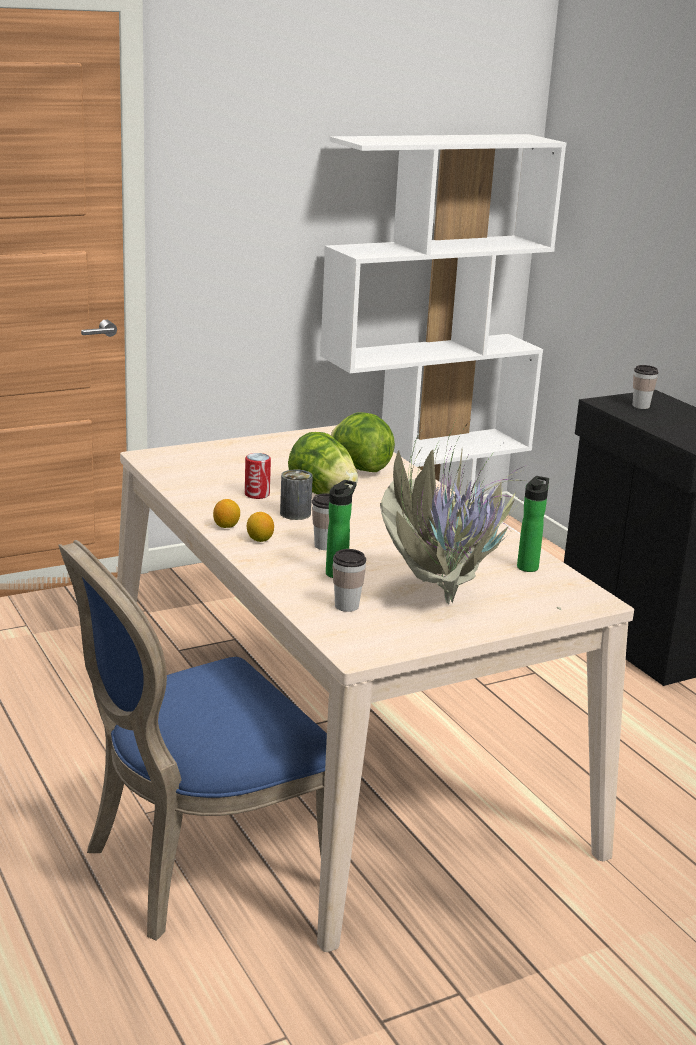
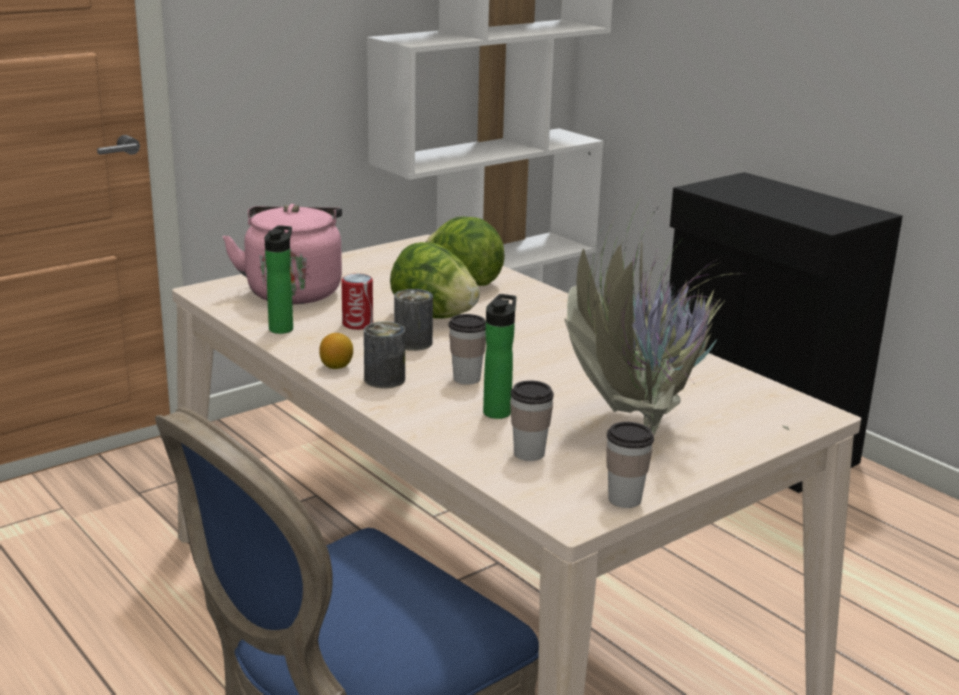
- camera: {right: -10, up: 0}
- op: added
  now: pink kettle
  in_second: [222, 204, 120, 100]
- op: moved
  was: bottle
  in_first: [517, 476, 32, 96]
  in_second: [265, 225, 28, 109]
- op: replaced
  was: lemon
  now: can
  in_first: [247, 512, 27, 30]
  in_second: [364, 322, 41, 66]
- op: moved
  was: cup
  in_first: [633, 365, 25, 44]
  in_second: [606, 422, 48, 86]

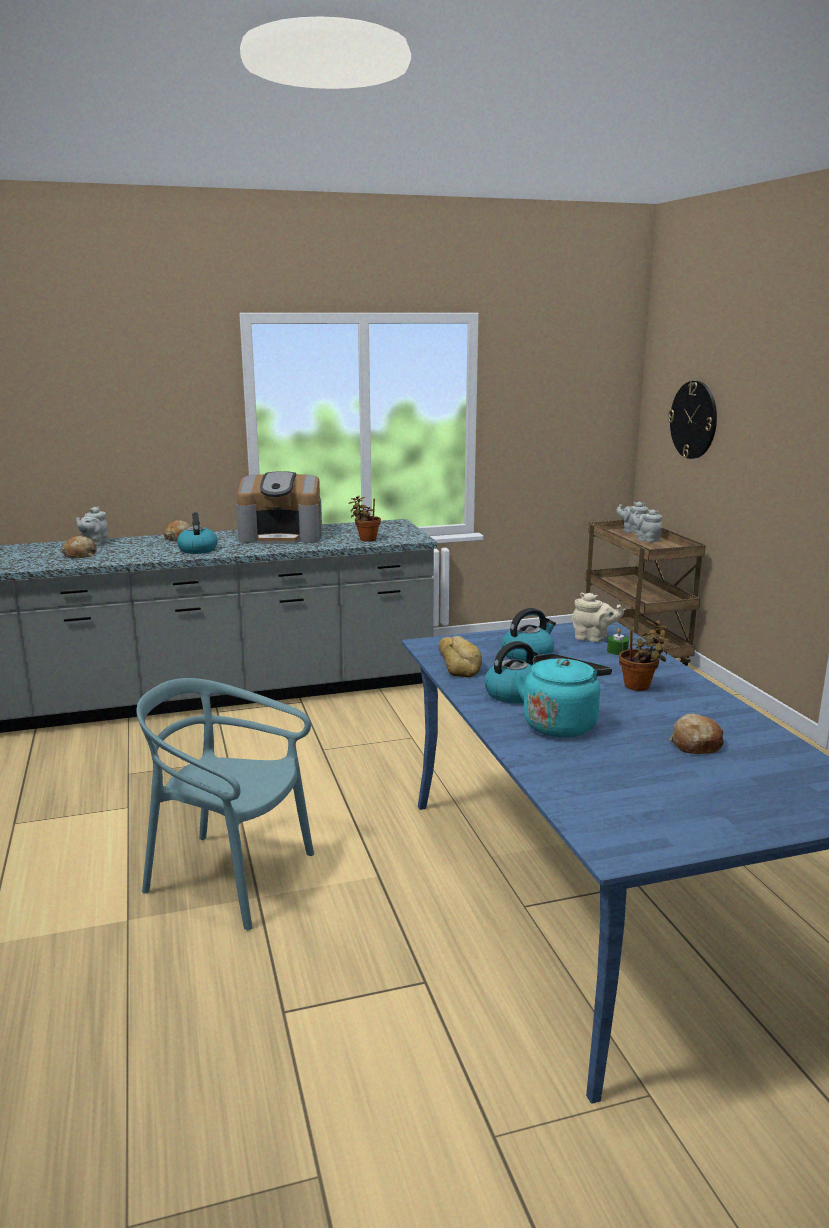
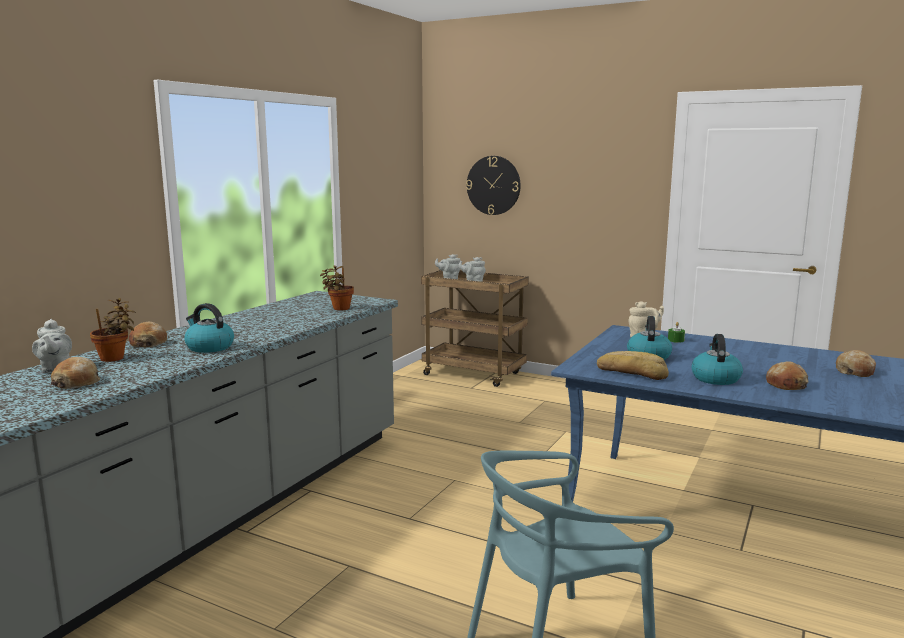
- camera: {right: -45, up: -5}
- op: moved
  was: potted plant
  in_first: [619, 620, 53, 71]
  in_second: [90, 298, 46, 64]
- op: replaced
  was: turquoise kettle
  now: bread
  in_first: [514, 653, 98, 85]
  in_second: [766, 362, 42, 28]
- op: removed
  was: coffee machine
  in_first: [236, 471, 86, 73]

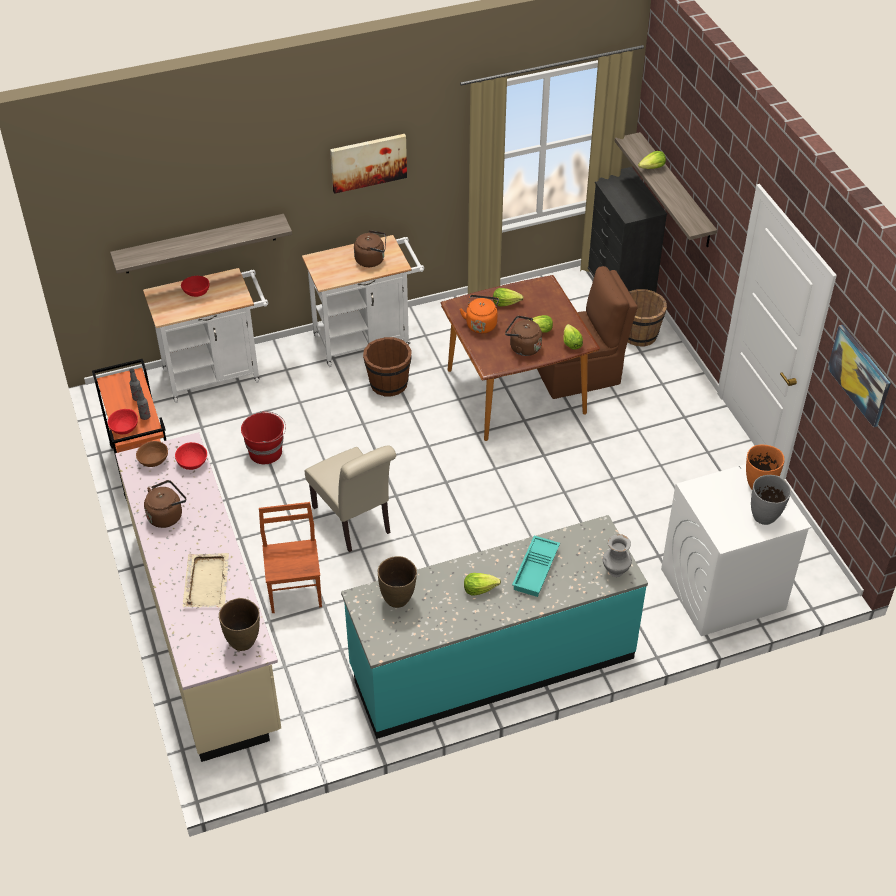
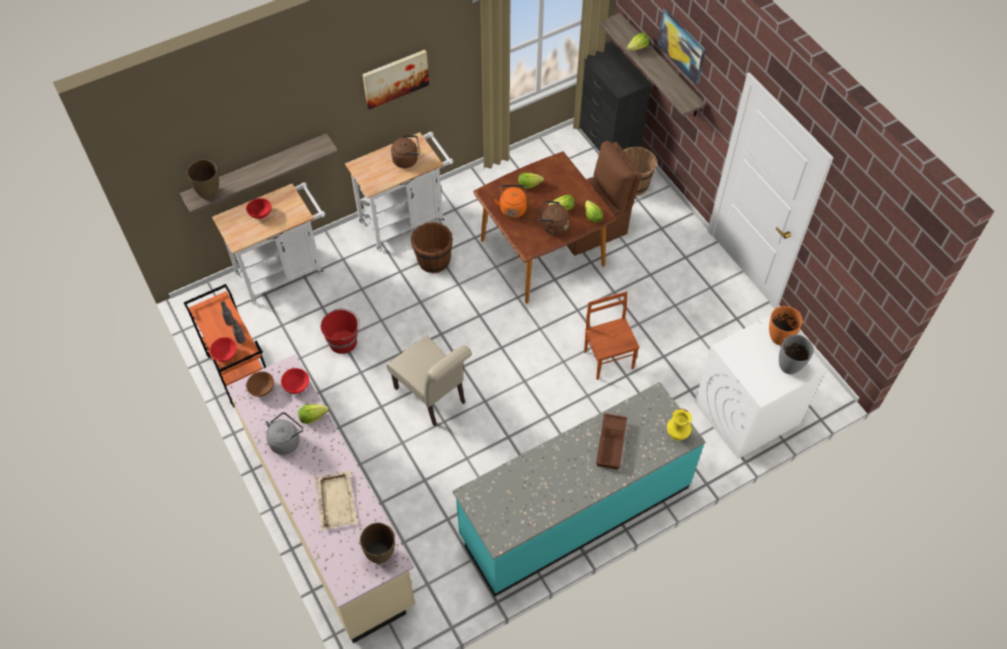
- camera: {right: -10, up: 10}
- op: moved
  was: brown vase
  in_first: [378, 556, 39, 52]
  in_second: [187, 159, 32, 40]
- op: recoloured
  was: brown kettle
  now: grey kettle
  in_first: [144, 480, 42, 48]
  in_second: [266, 412, 37, 43]
- op: moved
  was: lettuce
  in_first: [464, 573, 37, 23]
  in_second: [298, 404, 31, 20]
- op: moved
  was: brown chair
  in_first: [259, 502, 63, 111]
  in_second: [584, 291, 56, 89]
- op: recoloured
  was: turquoise tray
  now: brown tray
  in_first: [512, 535, 48, 62]
  in_second: [596, 413, 31, 57]
- op: moved
  was: picture
  in_first: [827, 325, 64, 102]
  in_second: [658, 9, 47, 76]
- op: recoloured
  was: grey vase
  now: yellow vase
  in_first: [603, 534, 29, 43]
  in_second: [667, 409, 25, 32]

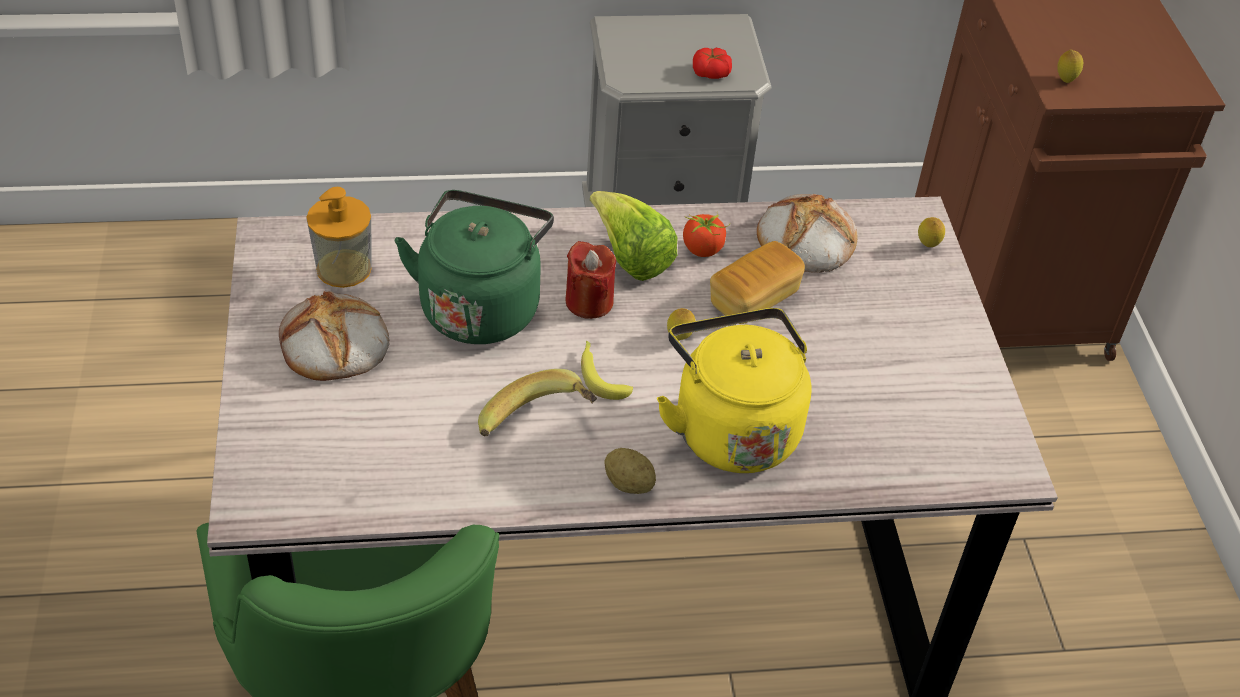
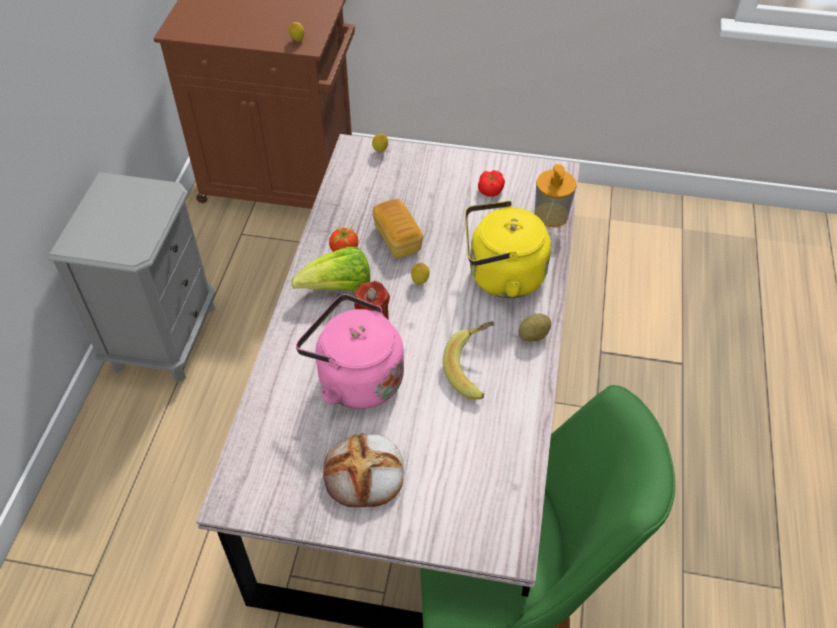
- camera: {right: -70, up: 5}
- op: recoloured
  was: green kettle
  now: pink kettle
  in_first: [395, 190, 159, 154]
  in_second: [296, 294, 108, 115]
- op: moved
  was: tomato
  in_first: [693, 48, 39, 31]
  in_second: [478, 170, 27, 27]
- op: moved
  was: soap dispenser
  in_first: [307, 187, 65, 101]
  in_second: [534, 164, 43, 63]
- op: removed
  was: banana
  in_first: [581, 341, 52, 59]
- op: removed
  was: bread
  in_first: [757, 194, 100, 79]

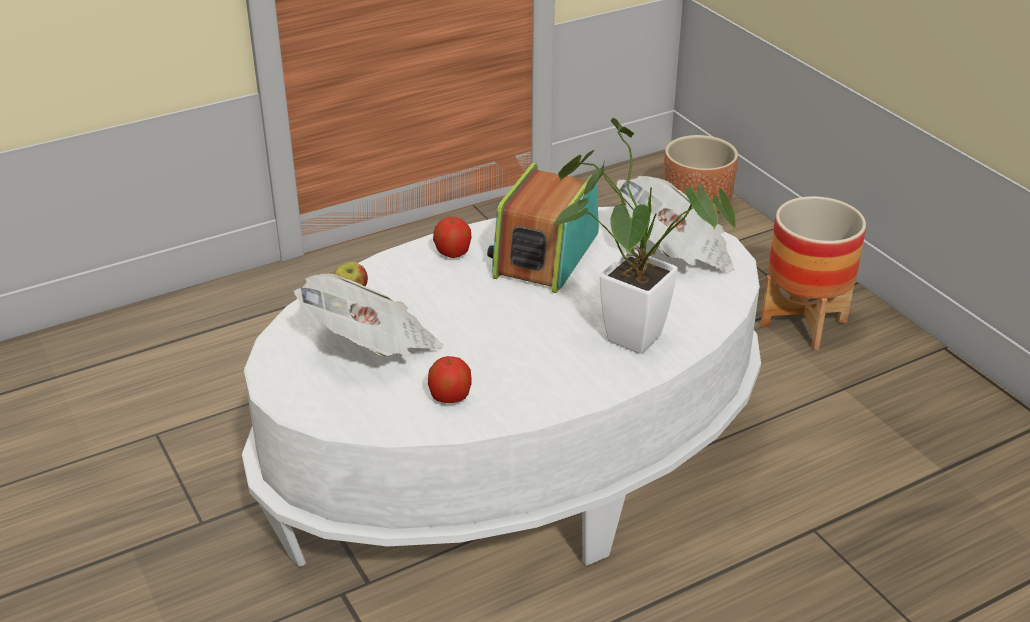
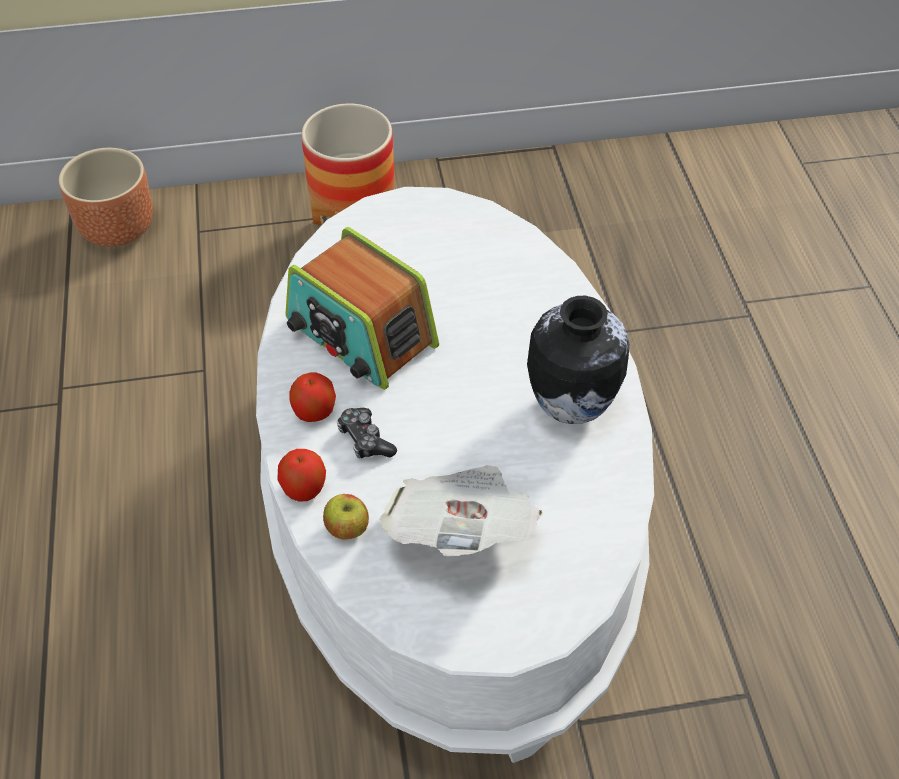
- camera: {right: -70, up: 15}
- op: moved
  was: apple
  in_first: [428, 356, 44, 47]
  in_second: [278, 449, 48, 53]
- op: added
  now: game controller
  in_second: [337, 408, 60, 51]
- op: added
  now: vase
  in_second: [527, 296, 102, 128]
- op: removed
  was: potted plant
  in_first: [550, 118, 187, 236]
- op: removed
  was: newspaper
  in_first: [617, 176, 118, 96]

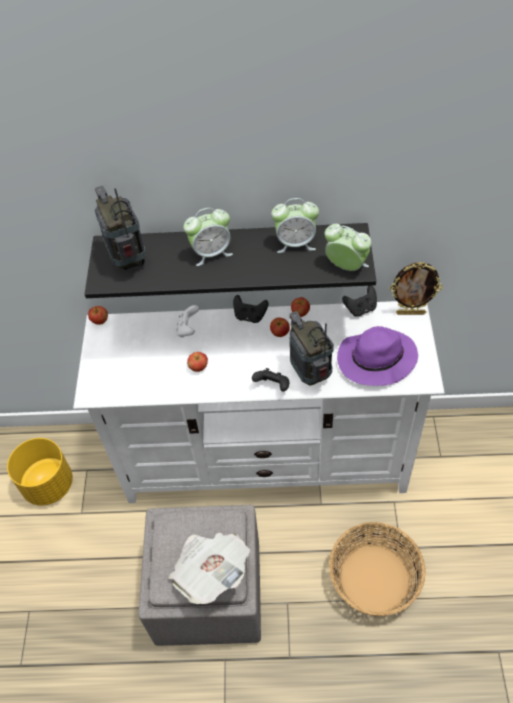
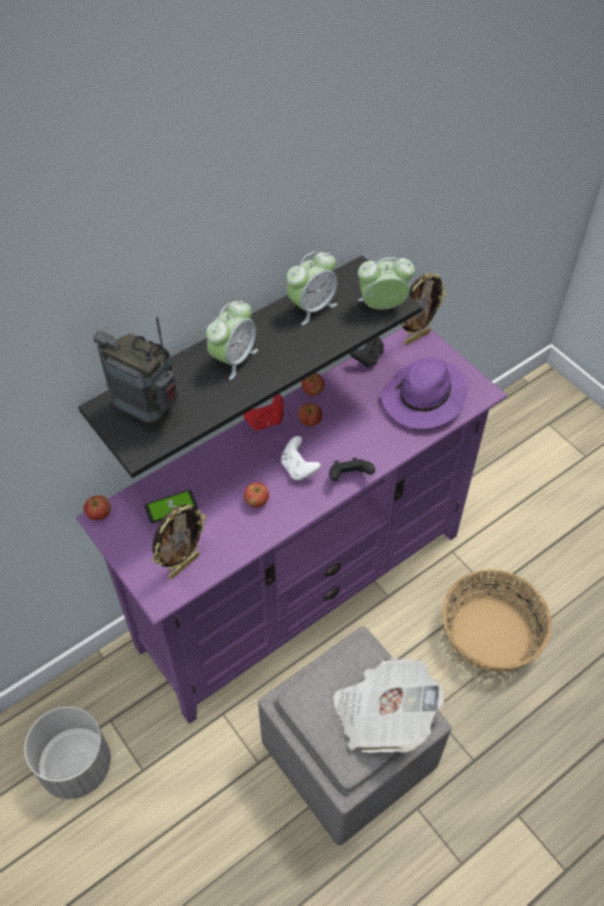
- camera: {right: -40, up: 0}
- op: recoloured
  was: yellow planter
  now: grey planter
  in_first: [7, 438, 66, 68]
  in_second: [24, 707, 87, 92]
- op: recoloured
  was: white tv stand
  now: purple tv stand
  in_first: [73, 301, 372, 202]
  in_second: [76, 326, 432, 398]
- op: added
  now: phone
  in_second: [144, 490, 54, 33]
- op: added
  now: picture frame
  in_second: [152, 504, 55, 75]
- op: recoloured
  was: black game controller
  now: red game controller
  in_first: [233, 295, 35, 28]
  in_second: [243, 394, 41, 36]
- op: moved
  was: white game controller
  in_first: [175, 305, 24, 32]
  in_second: [281, 436, 40, 45]
- op: removed
  was: radio
  in_first: [289, 311, 45, 75]

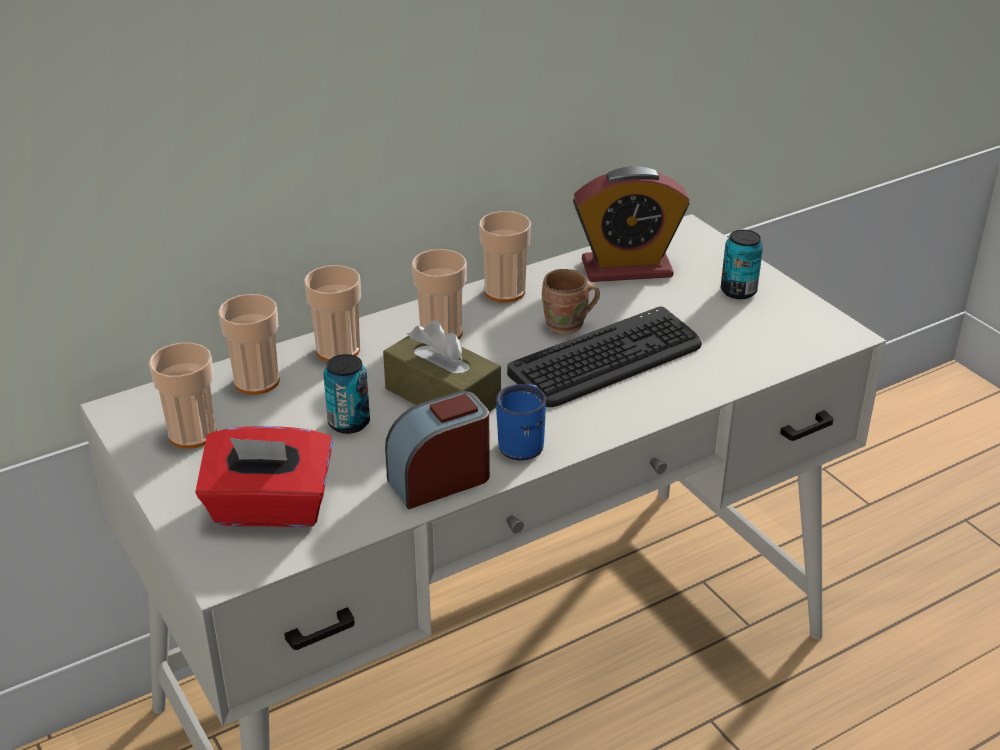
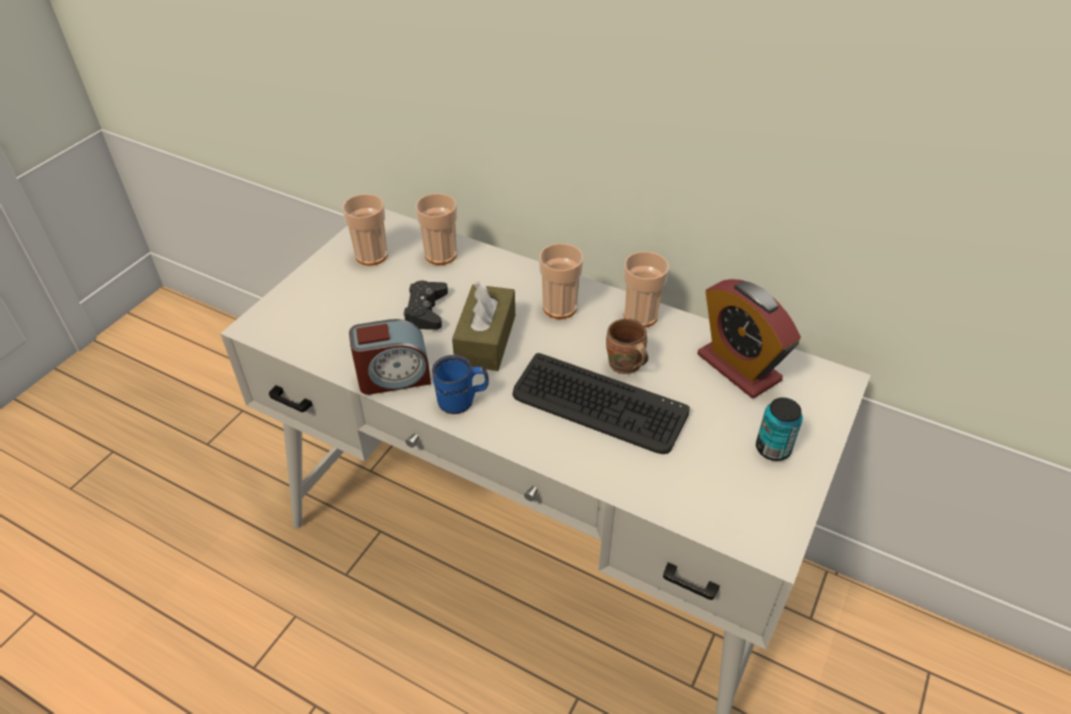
- camera: {right: 60, up: 10}
- op: turned
  was: alarm clock
  in_first: [385, 391, 105, 118]
  in_second: [349, 319, 82, 76]
  clockwise: 135
- op: replaced
  was: can
  now: black game controller
  in_first: [323, 354, 47, 80]
  in_second: [404, 281, 44, 49]
- op: removed
  was: red tissue box
  in_first: [195, 426, 138, 101]
- op: removed
  was: cup
  in_first: [304, 265, 57, 97]

